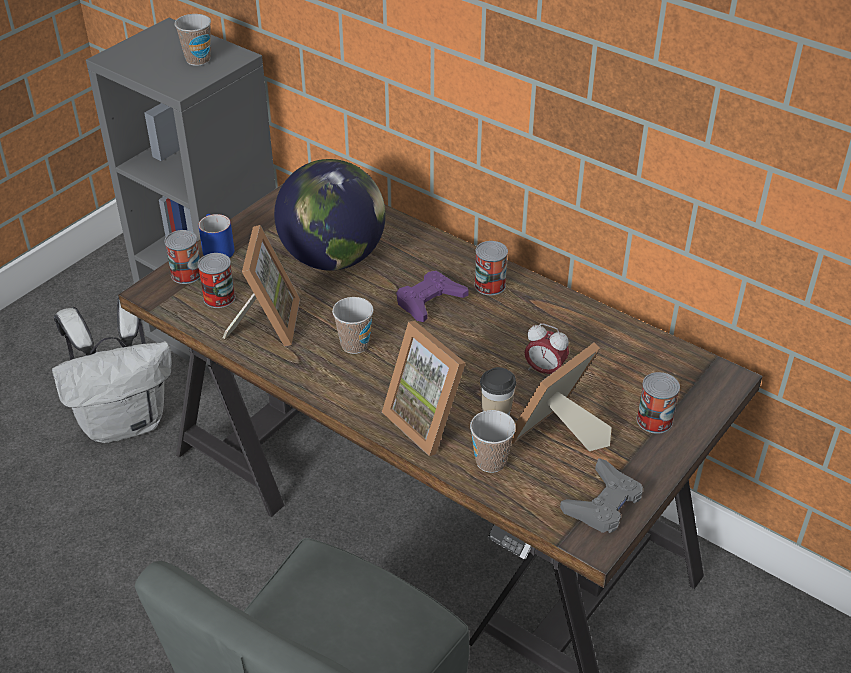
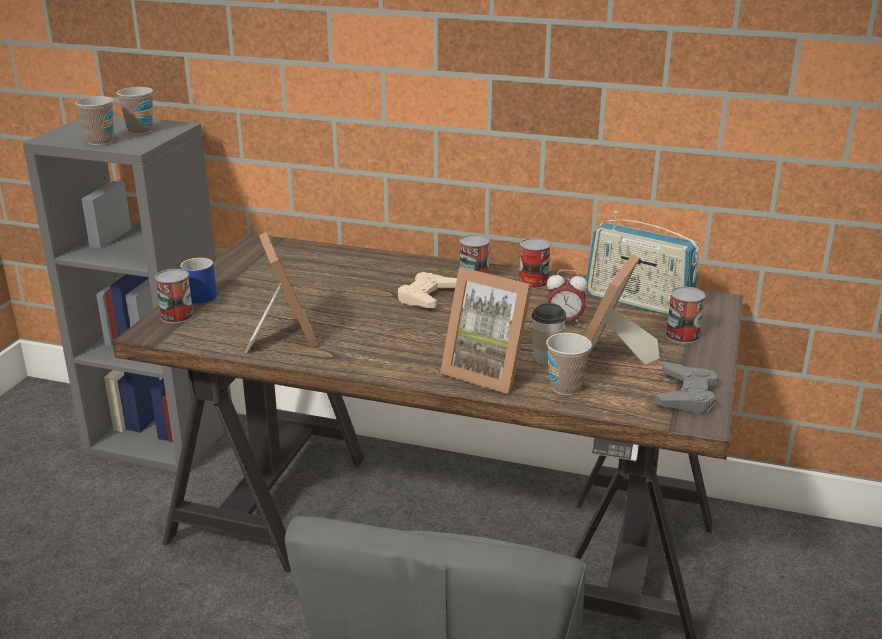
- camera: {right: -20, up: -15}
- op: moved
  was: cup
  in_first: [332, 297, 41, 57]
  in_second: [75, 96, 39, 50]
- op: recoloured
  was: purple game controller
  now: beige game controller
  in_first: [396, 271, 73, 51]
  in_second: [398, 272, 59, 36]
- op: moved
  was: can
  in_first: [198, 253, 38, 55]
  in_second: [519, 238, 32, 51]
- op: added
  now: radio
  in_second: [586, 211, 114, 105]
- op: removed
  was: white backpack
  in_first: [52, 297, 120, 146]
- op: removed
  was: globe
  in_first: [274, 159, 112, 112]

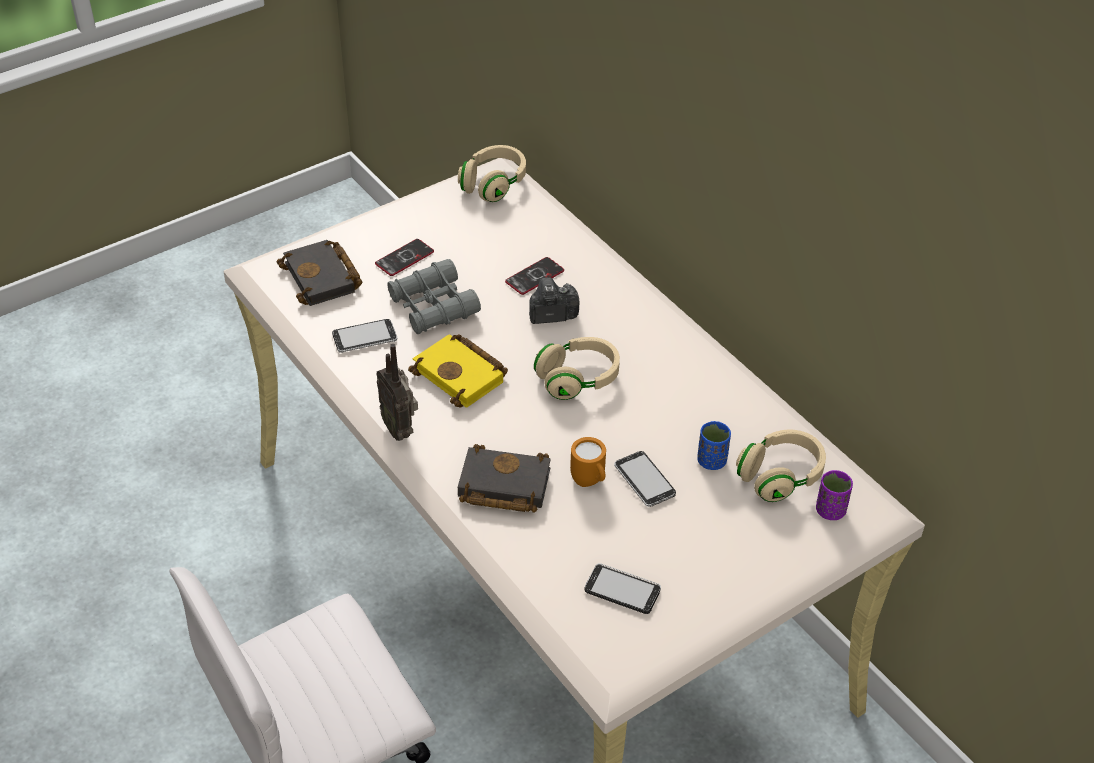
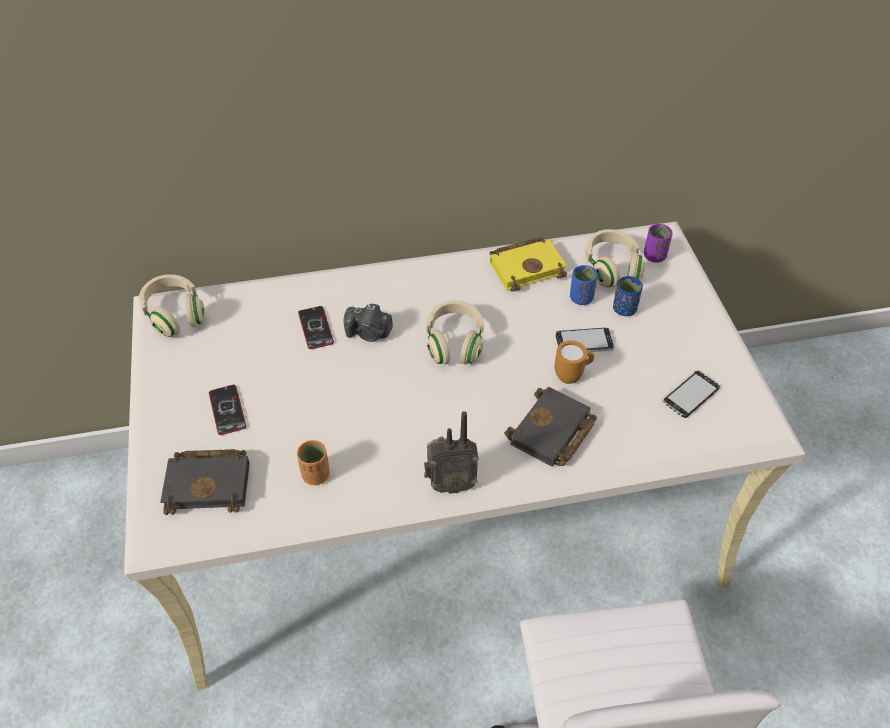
- camera: {right: -65, up: 5}
- op: replaced
  was: phone
  now: orange cup
  in_first: [332, 319, 65, 34]
  in_second: [297, 440, 33, 45]
- op: turned
  was: photo camera
  in_first: [529, 277, 50, 47]
  in_second: [344, 303, 49, 39]
  clockwise: -90
- op: moved
  was: yellow book
  in_first: [408, 334, 100, 74]
  in_second: [489, 237, 78, 55]
- op: added
  now: blue cup
  in_second: [613, 276, 30, 40]
- op: removed
  was: grey binoculars
  in_first: [387, 259, 94, 75]

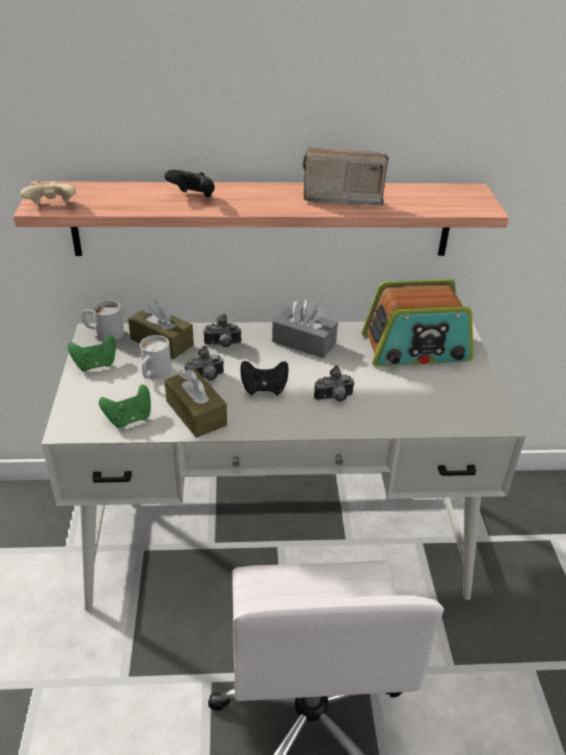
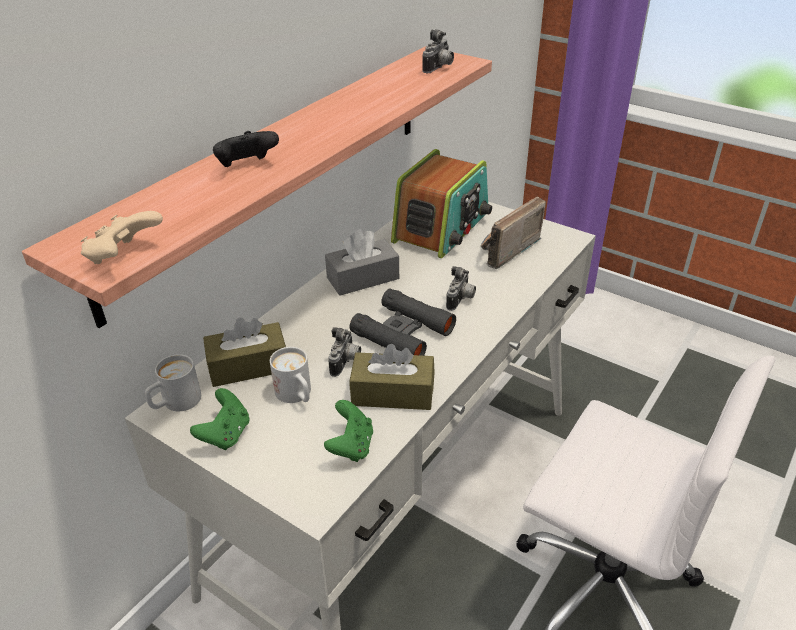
- camera: {right: -50, up: 0}
- op: replaced
  was: black game controller
  now: black binoculars
  in_first: [240, 361, 48, 35]
  in_second: [349, 289, 107, 67]
- op: moved
  was: photo camera
  in_first: [203, 314, 39, 33]
  in_second: [422, 29, 32, 44]
- op: moved
  was: radio
  in_first: [303, 147, 85, 58]
  in_second: [481, 196, 65, 73]

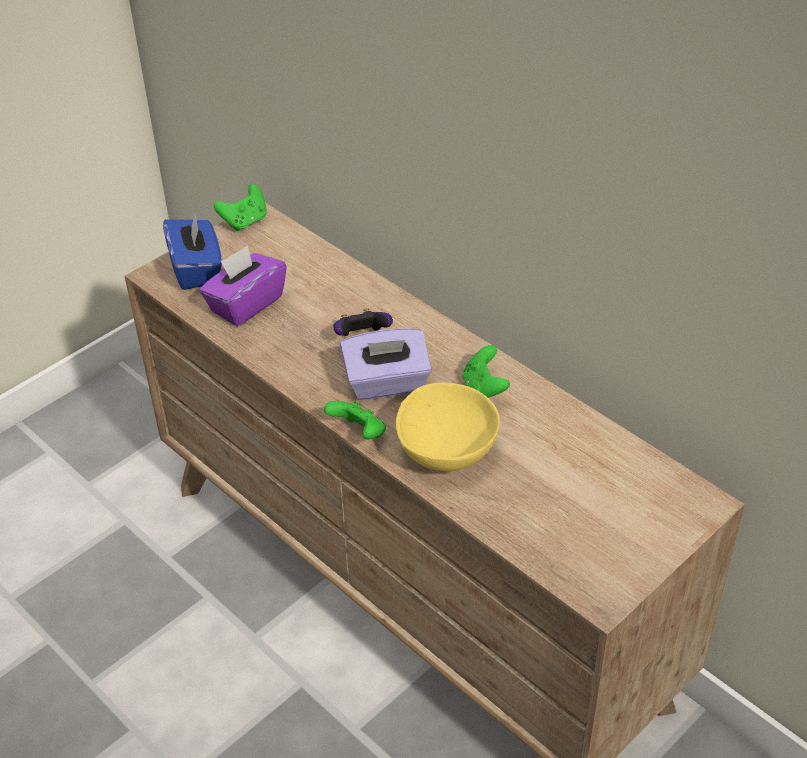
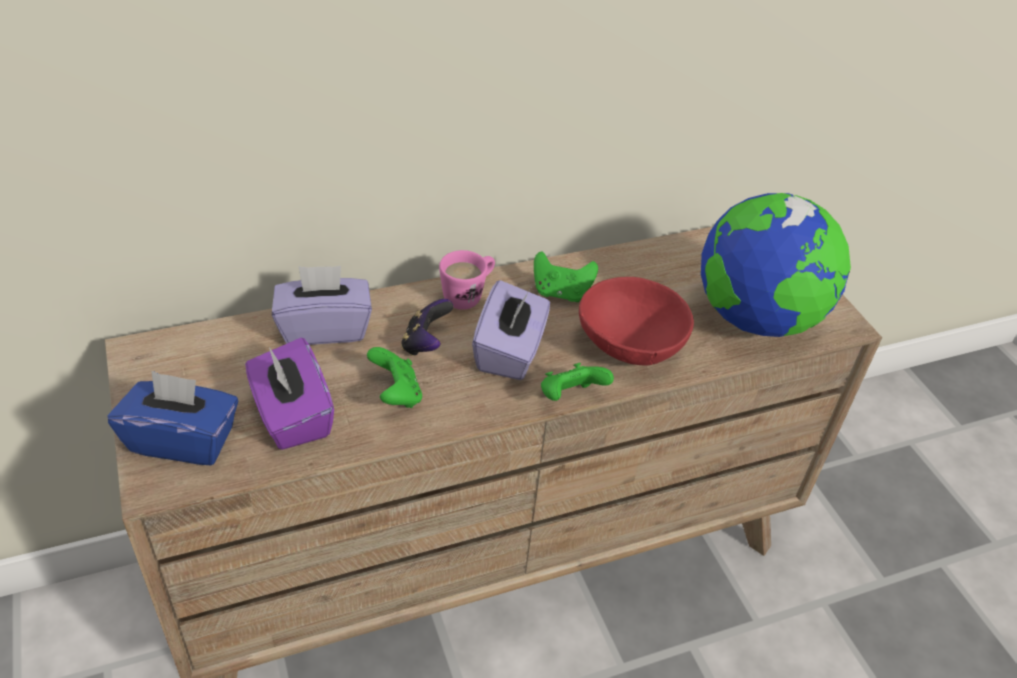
- camera: {right: -70, up: 0}
- op: added
  now: purple tissue box
  in_second: [272, 266, 100, 79]
- op: moved
  was: green game controller
  in_first: [214, 184, 53, 47]
  in_second: [367, 347, 55, 61]
- op: added
  now: pink mug
  in_second: [439, 250, 56, 60]
- op: recoloured
  was: yellow bowl
  now: red bowl
  in_first: [396, 382, 104, 89]
  in_second: [579, 277, 115, 89]
- op: added
  now: globe
  in_second: [701, 193, 150, 144]

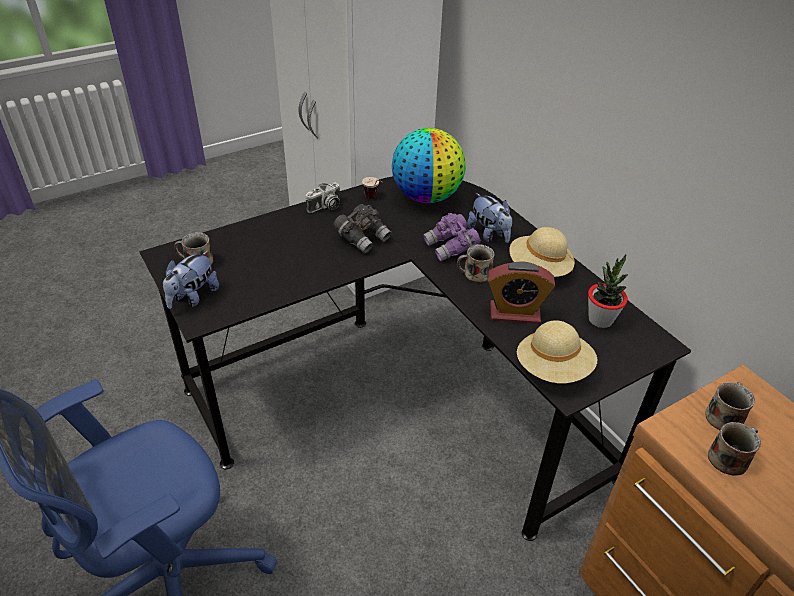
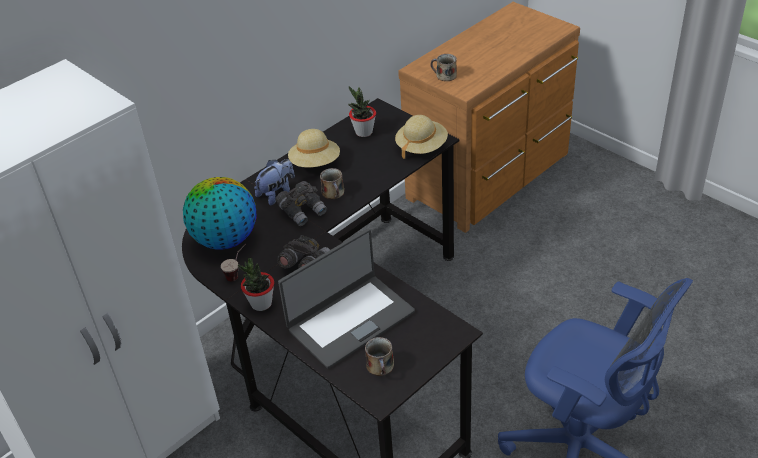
- camera: {right: -100, up: 0}
- op: replaced
  was: photo camera
  now: potted plant
  in_first: [306, 182, 34, 31]
  in_second: [238, 258, 36, 53]
- op: recoloured
  was: purple binoculars
  now: grey binoculars
  in_first: [423, 213, 58, 48]
  in_second: [276, 181, 51, 45]
- op: added
  now: laptop
  in_second: [278, 229, 137, 140]
- op: removed
  was: plush toy
  in_first: [163, 251, 56, 58]
- op: removed
  was: alarm clock
  in_first: [487, 261, 68, 63]
- op: removed
  was: mug
  in_first: [708, 422, 53, 54]

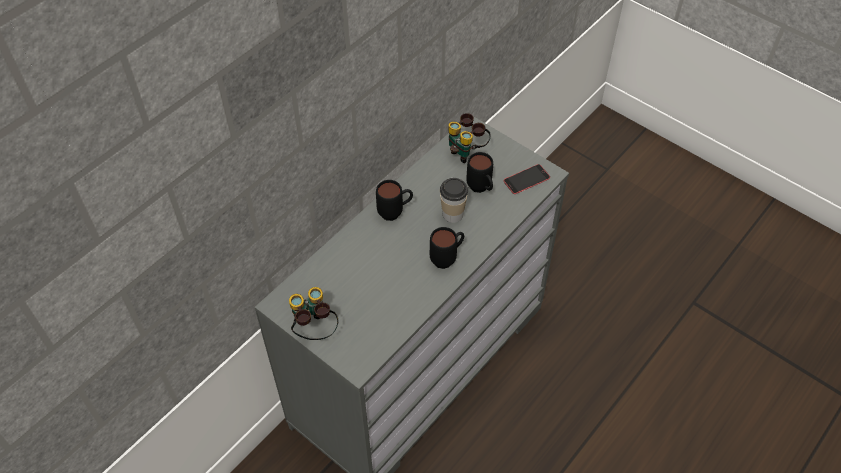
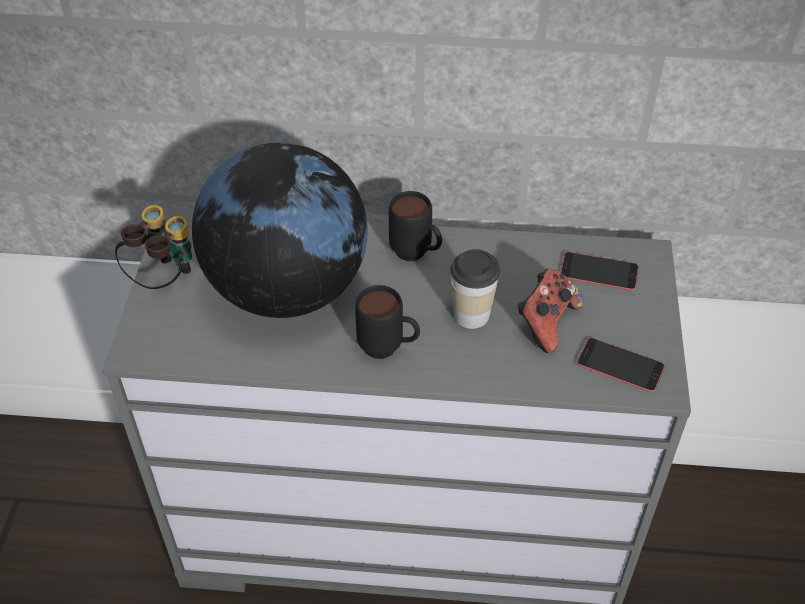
- camera: {right: 55, up: -5}
- op: added
  now: globe
  in_second: [192, 143, 176, 175]
- op: replaced
  was: black mug
  now: game controller
  in_first: [466, 152, 27, 41]
  in_second: [517, 269, 67, 84]
- op: replaced
  was: binoculars
  now: phone
  in_first: [448, 113, 43, 50]
  in_second: [560, 252, 79, 39]

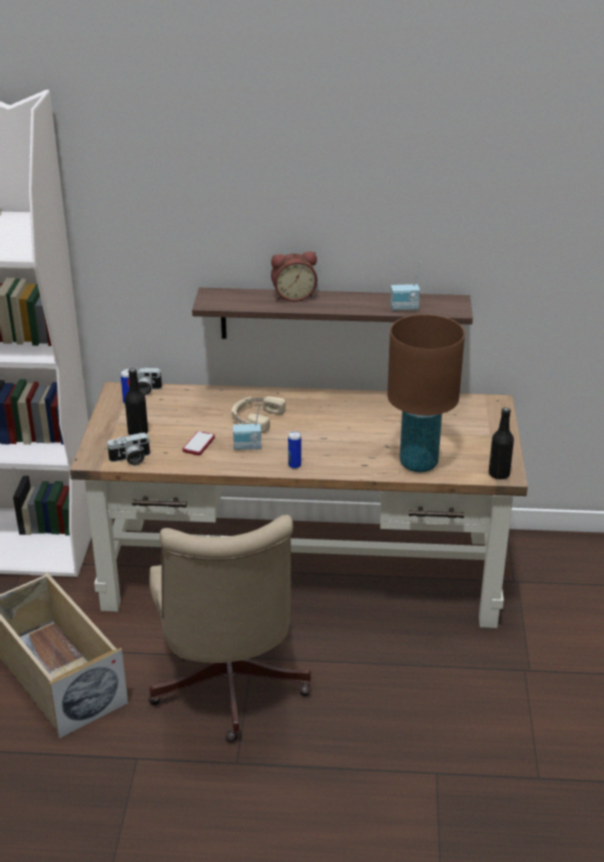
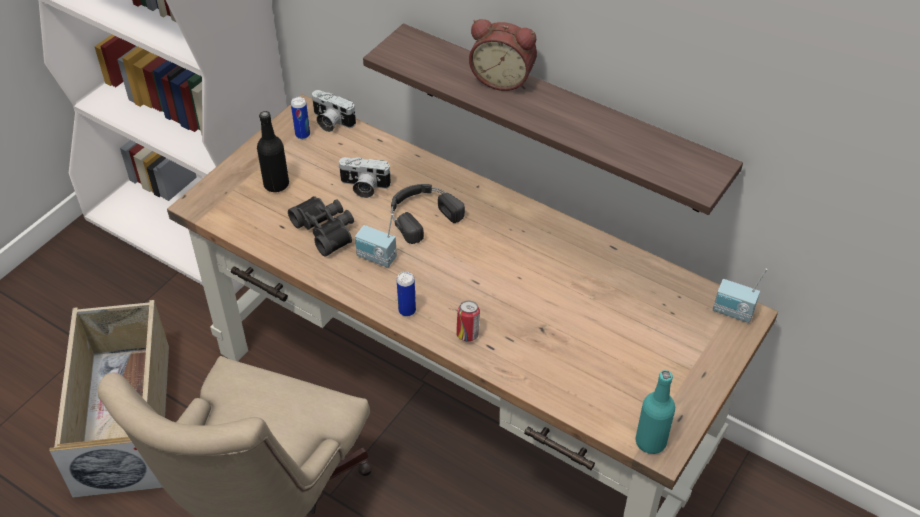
- camera: {right: 30, up: 15}
- op: replaced
  was: phone
  now: black binoculars
  in_first: [183, 431, 32, 24]
  in_second: [288, 196, 66, 61]
- op: moved
  was: photo camera
  in_first: [106, 432, 44, 34]
  in_second: [339, 157, 53, 41]
- op: recoloured
  was: beige headphones
  now: black headphones
  in_first: [232, 396, 53, 37]
  in_second: [391, 184, 74, 60]
- op: added
  now: can
  in_second: [456, 301, 24, 40]
- op: recoloured
  was: black bottle
  now: turquoise bottle
  in_first: [489, 407, 25, 73]
  in_second: [635, 370, 40, 84]
- op: moved
  was: radio
  in_first: [390, 261, 30, 50]
  in_second: [713, 269, 54, 54]
- op: removed
  was: brown table lamp
  in_first: [387, 314, 78, 158]

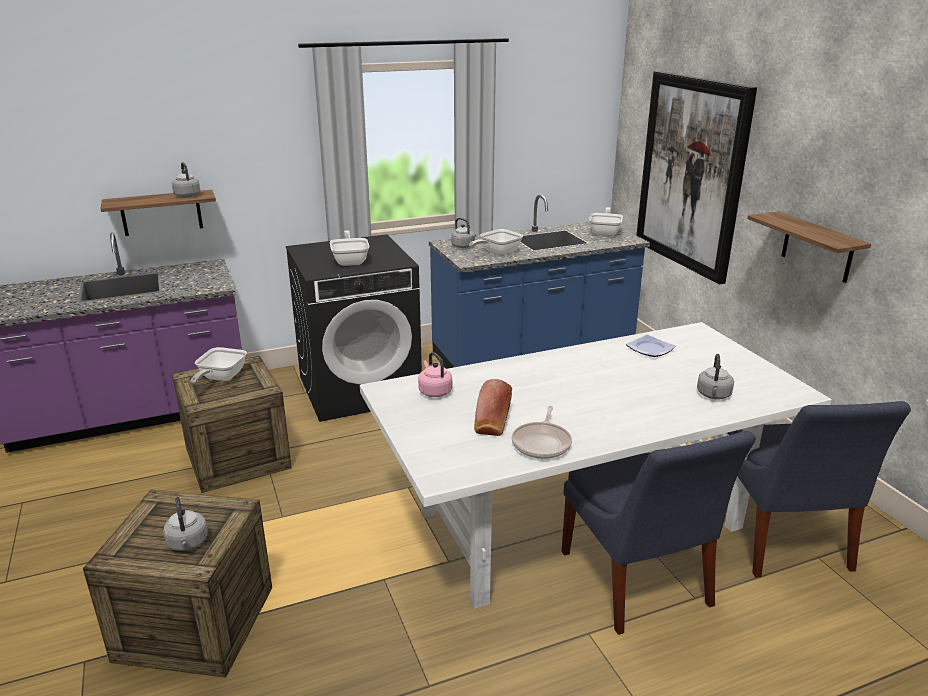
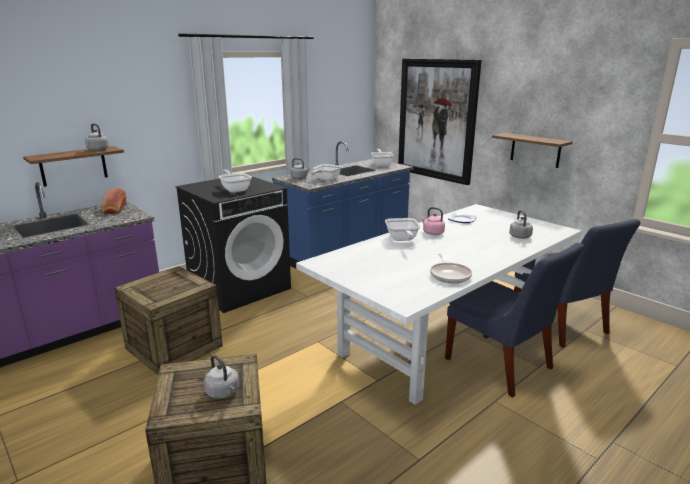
- camera: {right: -20, up: -5}
- op: moved
  was: bread
  in_first: [474, 379, 38, 57]
  in_second: [102, 188, 25, 26]
- op: moved
  was: frying pan
  in_first: [191, 347, 56, 37]
  in_second: [385, 218, 35, 23]
- op: moved
  was: pink kettle
  in_first: [418, 352, 34, 45]
  in_second: [420, 207, 25, 28]

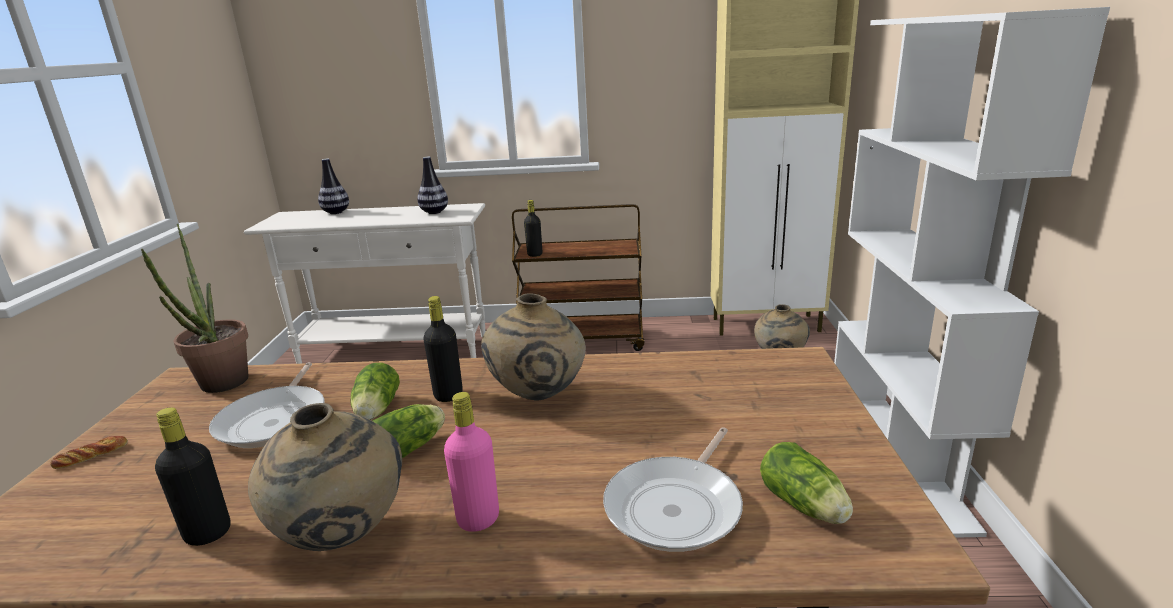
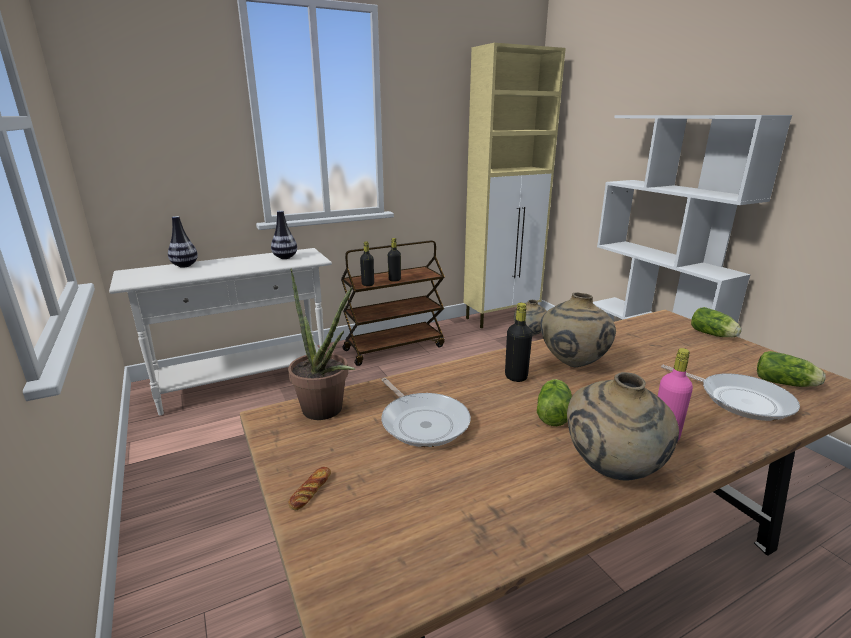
- camera: {right: -30, up: 0}
- op: moved
  was: black bottle
  in_first: [155, 407, 76, 139]
  in_second: [388, 238, 13, 44]
- op: turned
  was: frying pan
  in_first: [603, 427, 140, 125]
  in_second: [661, 365, 139, 56]
  clockwise: -45
- op: moved
  was: lettuce
  in_first: [351, 363, 49, 57]
  in_second: [691, 307, 51, 30]

